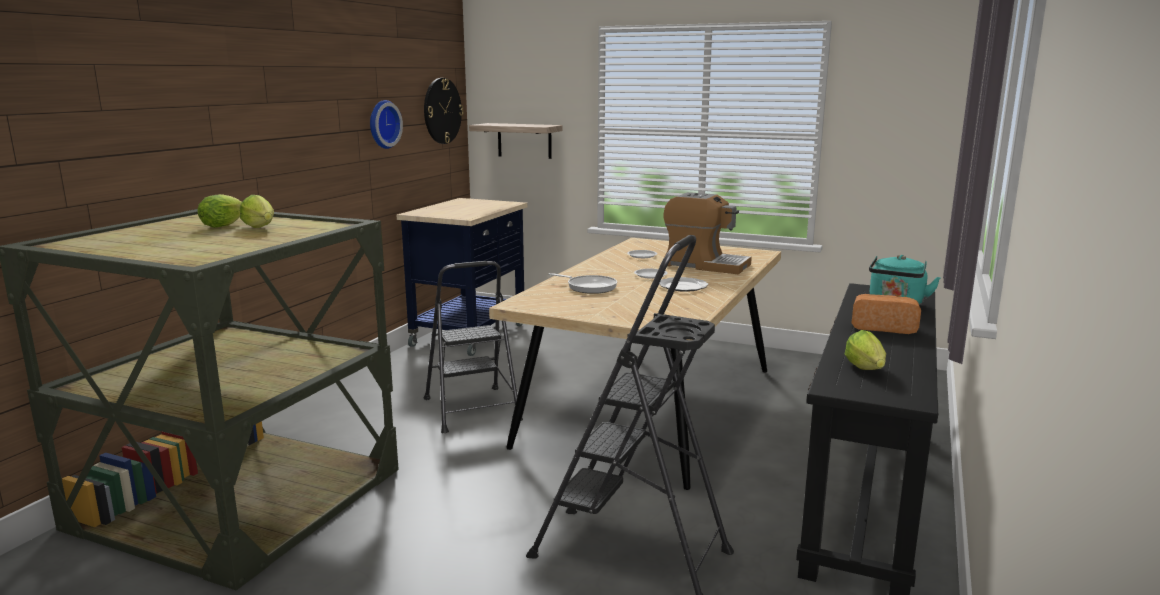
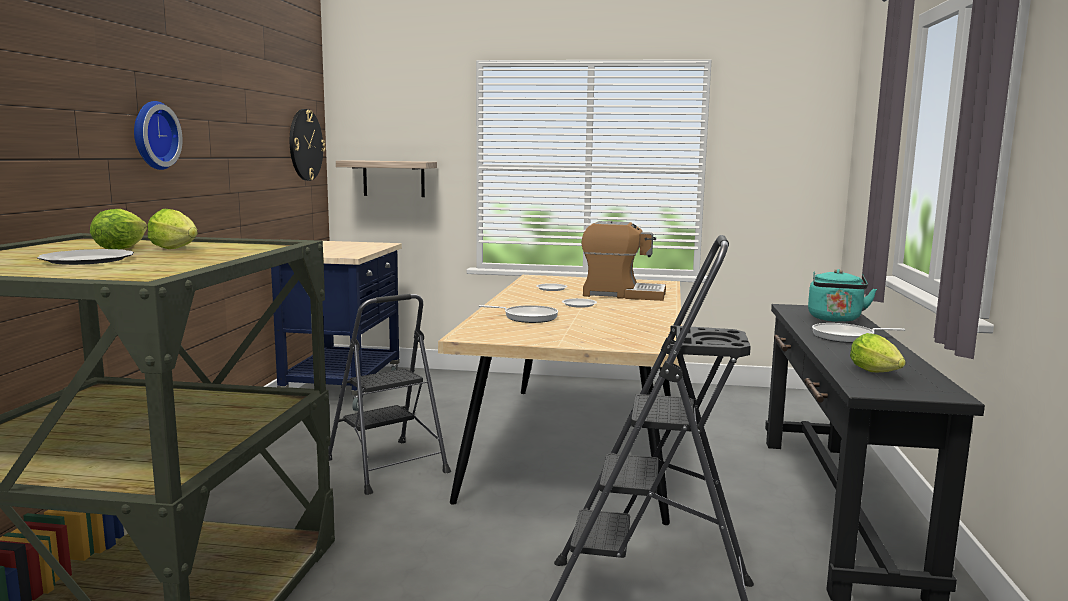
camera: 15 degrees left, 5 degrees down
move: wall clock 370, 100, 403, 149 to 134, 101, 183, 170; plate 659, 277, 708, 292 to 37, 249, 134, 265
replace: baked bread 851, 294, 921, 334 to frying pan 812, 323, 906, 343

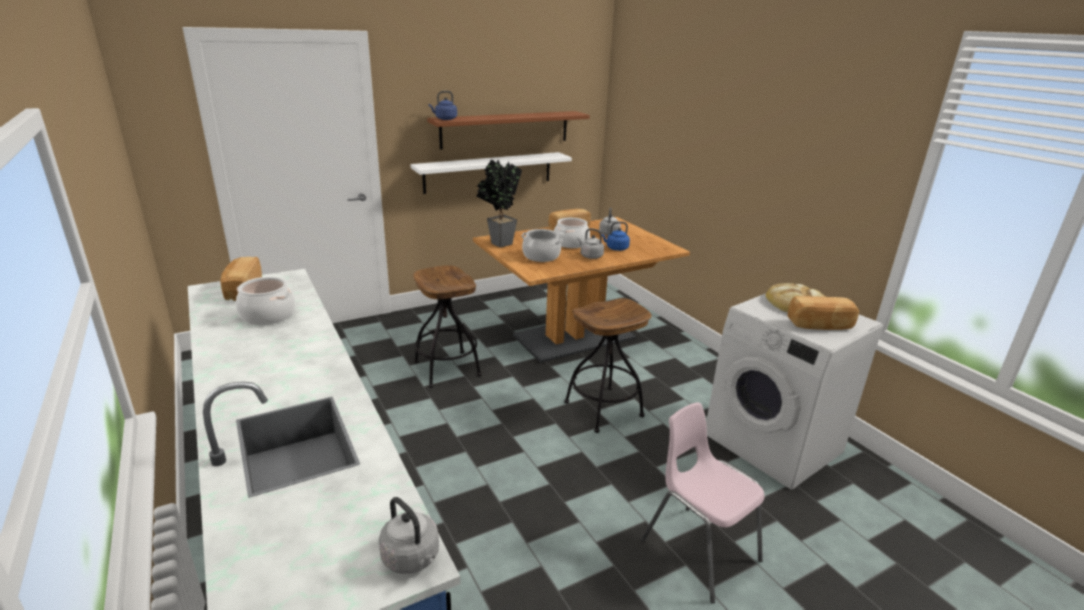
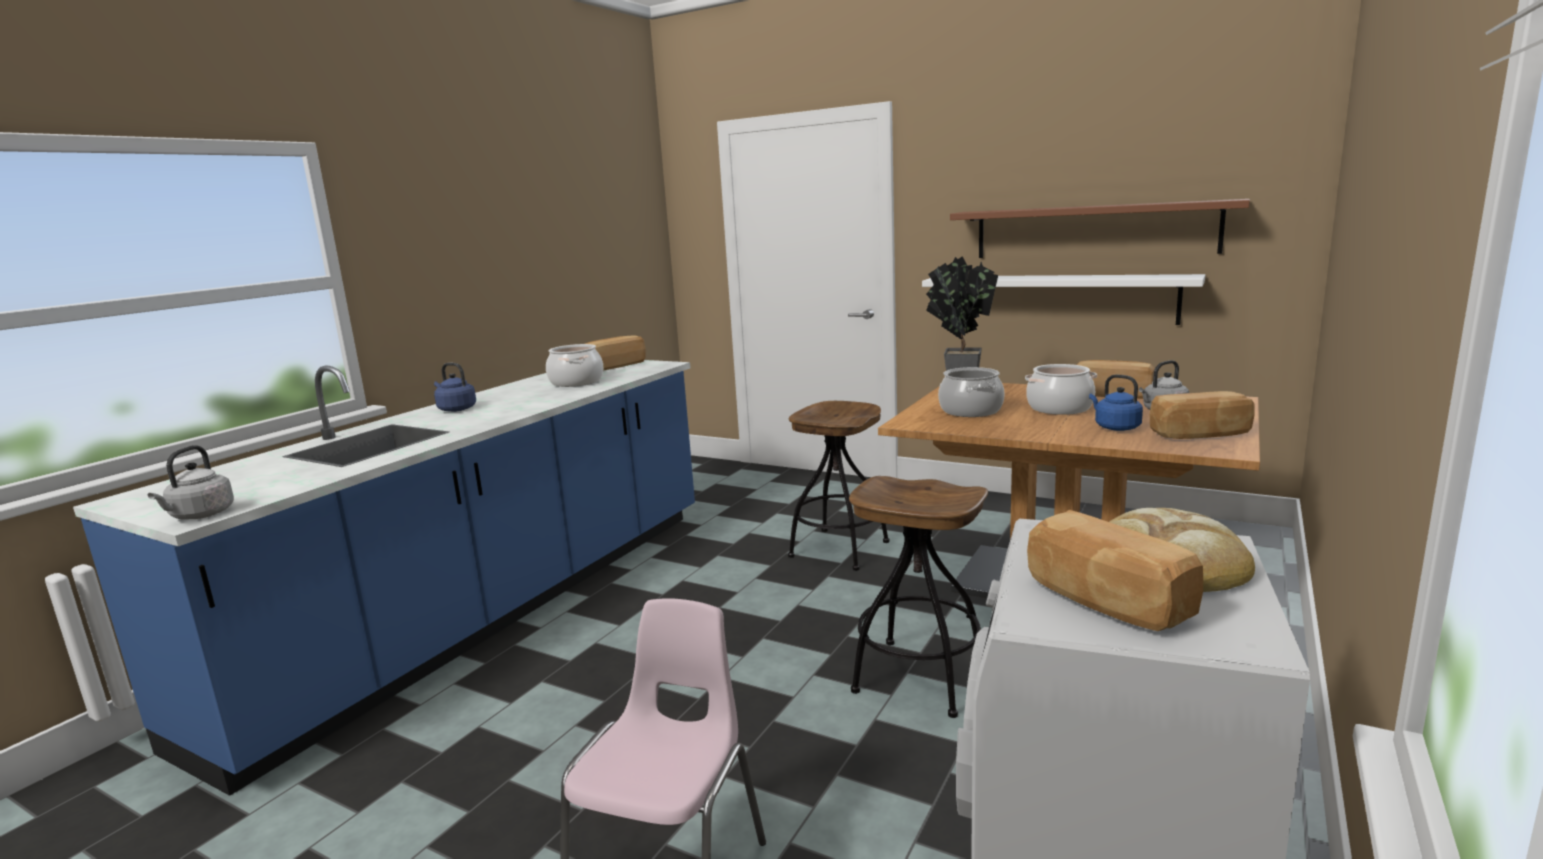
camera: 60 degrees right, 10 degrees down
delete: water kettle/gray 577, 228, 604, 259
insert: baked bread 1150, 391, 1255, 439
move: water kettle/bluish 429, 91, 457, 120 to 434, 363, 476, 412

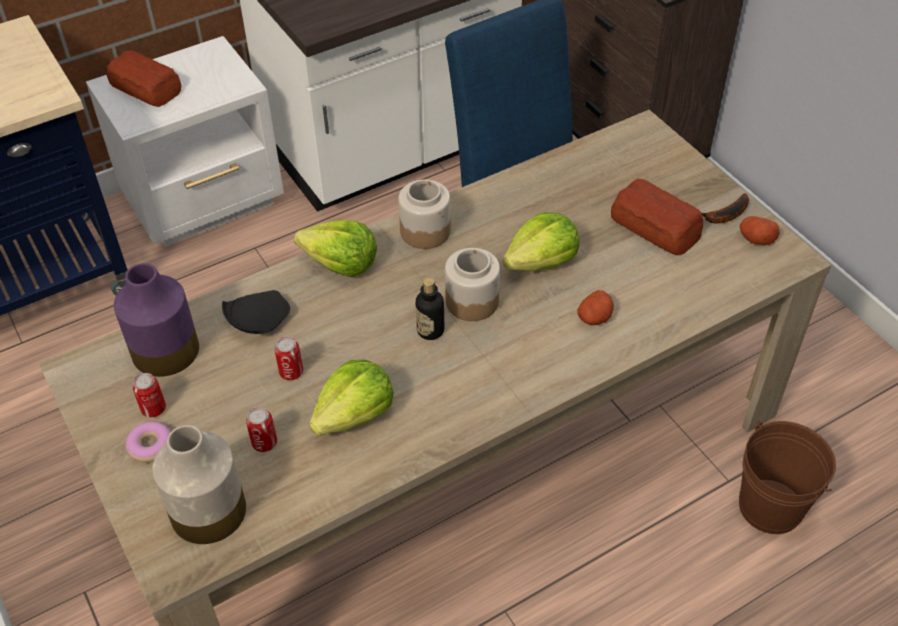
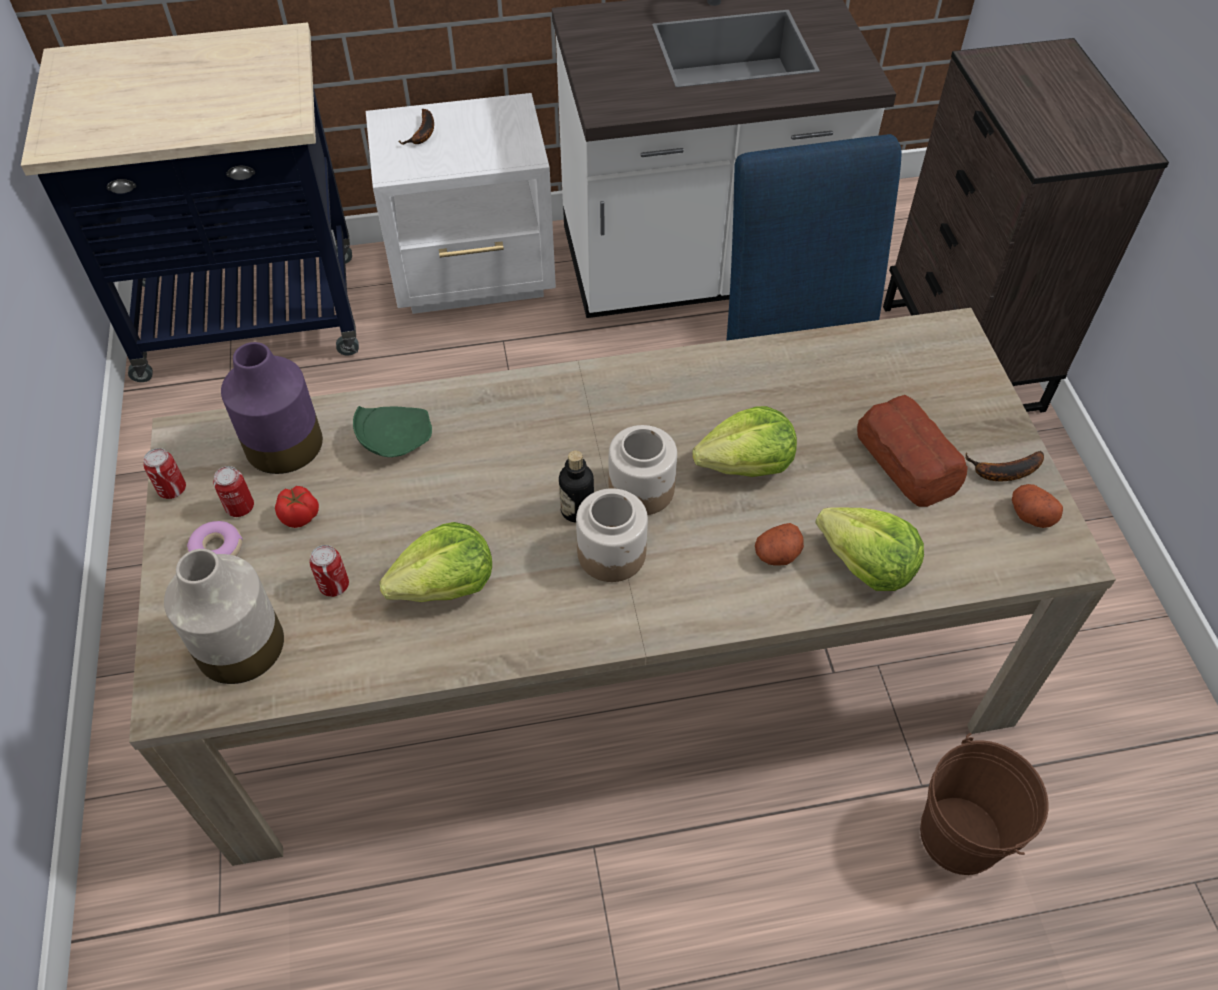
camera: 20 degrees right, 5 degrees up
insert: whole tomato 275, 486, 319, 528
move: storage jar 398, 179, 451, 249 to 576, 488, 648, 582; head of lettuce 294, 220, 377, 277 to 815, 507, 924, 591; metal can 275, 336, 303, 380 to 143, 448, 186, 499
replace: baked bread 106, 50, 182, 107 to whole banana 398, 109, 434, 145
recolor: plate/black 222, 290, 290, 334 to plate/greenish 353, 406, 432, 457

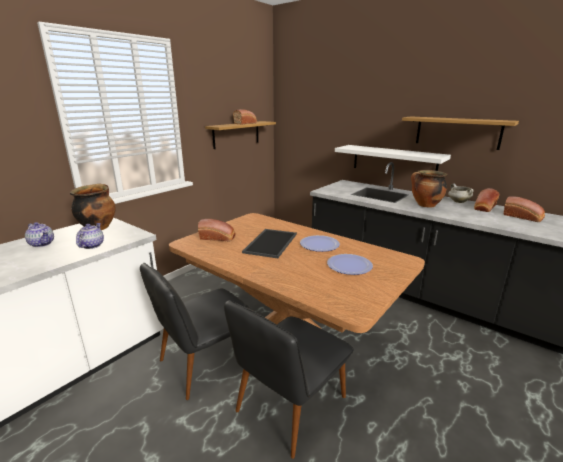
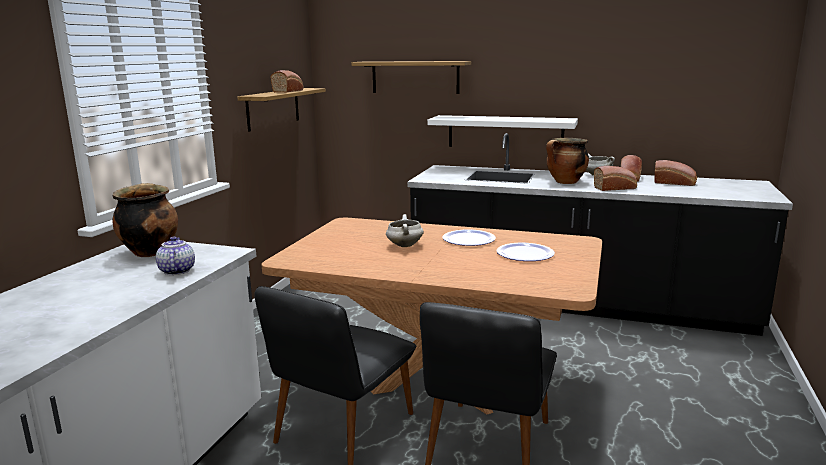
camera: 20 degrees left, 5 degrees down
delete: tea pot 25, 222, 54, 247
move: wall shelf 402, 116, 519, 150 to 351, 61, 471, 94; baked bread 198, 219, 235, 241 to 594, 166, 637, 191
replace: carrying tray 242, 229, 297, 258 to cooking pot/white 386, 214, 424, 247

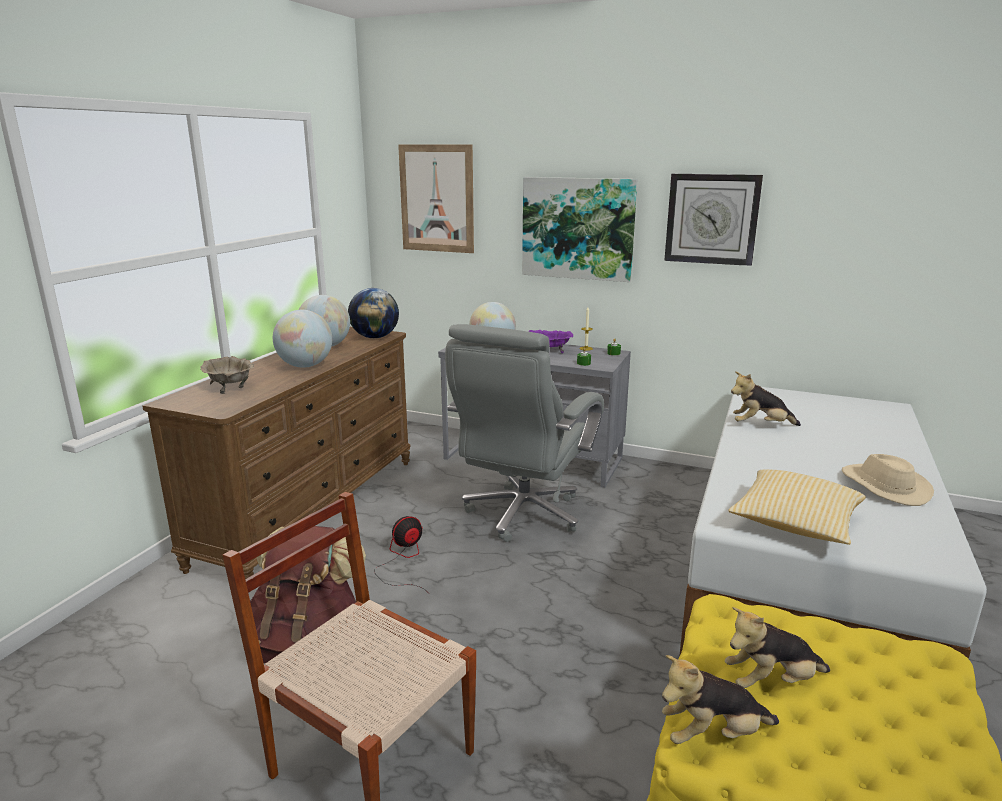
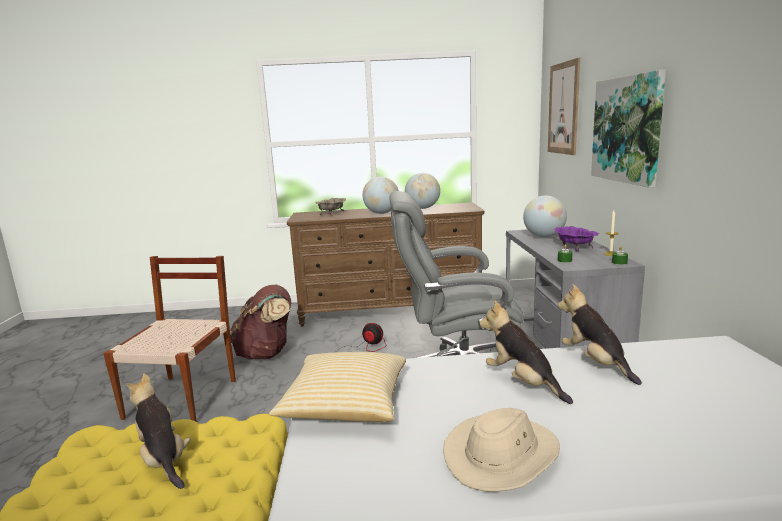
camera: 65 degrees right, 5 degrees down
delete: wall clock 664, 174, 763, 266; desk globe 348, 288, 399, 338
move: cuddly toy 662, 655, 779, 744 to 479, 300, 573, 404

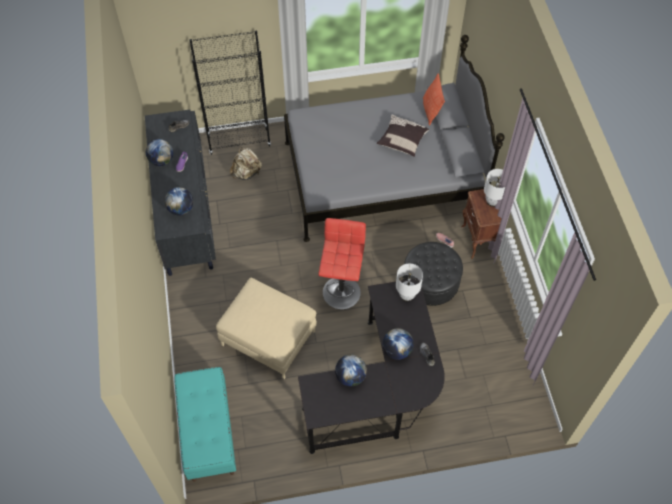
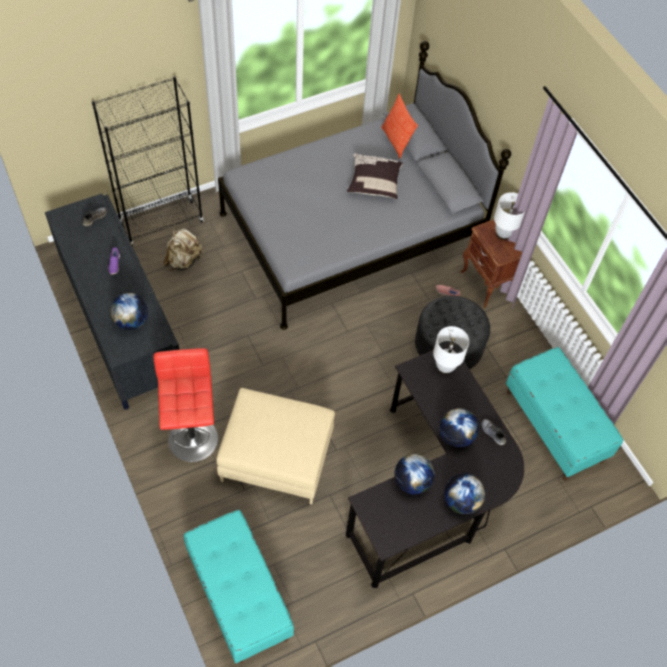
camera: 20 degrees left, 0 degrees up
insert: bench/turquoise 506, 347, 623, 481
move: desk globe 146, 139, 173, 166 to 444, 473, 485, 514; stool/red 318, 218, 366, 309 to 153, 348, 218, 462

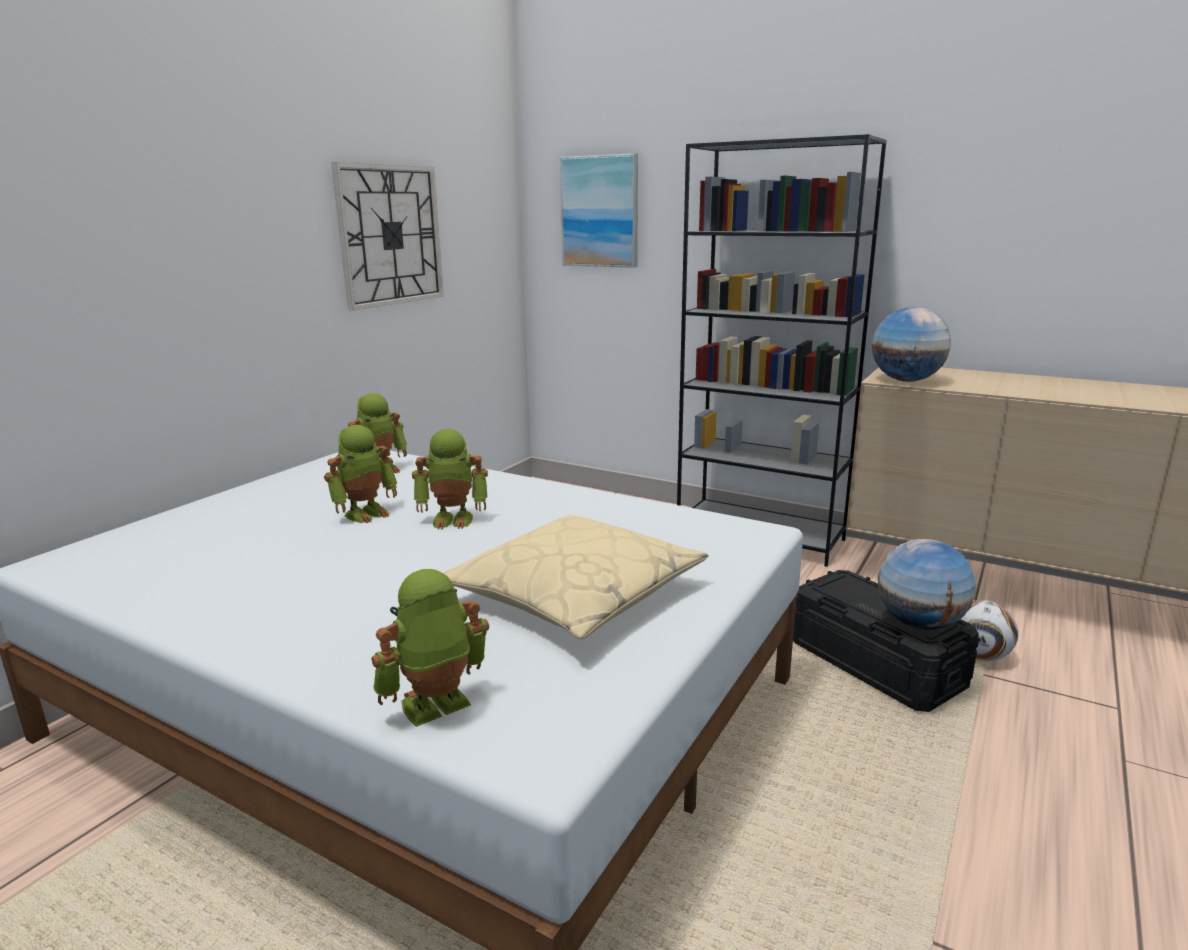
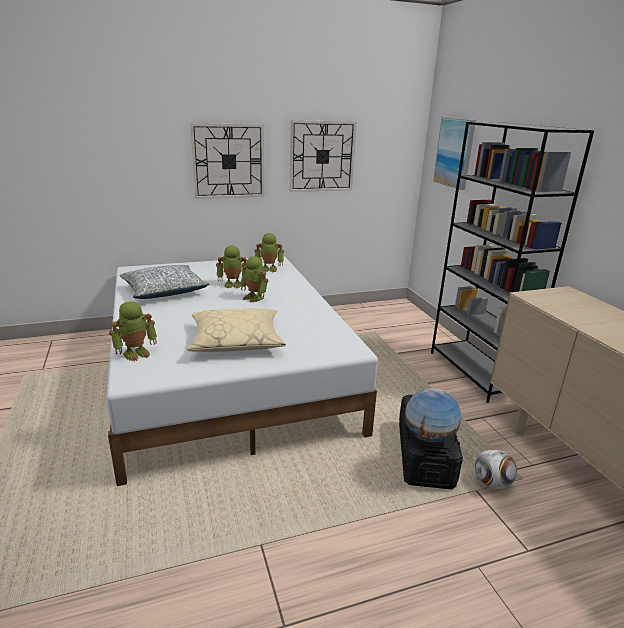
camera: 40 degrees right, 5 degrees up
delete: desk globe 872, 307, 951, 382
insert: wall clock 190, 123, 264, 199; cushion 119, 265, 209, 299
rotate: toy robot 372, 569, 489, 727 = 109, 301, 157, 362 135 degrees clockwise

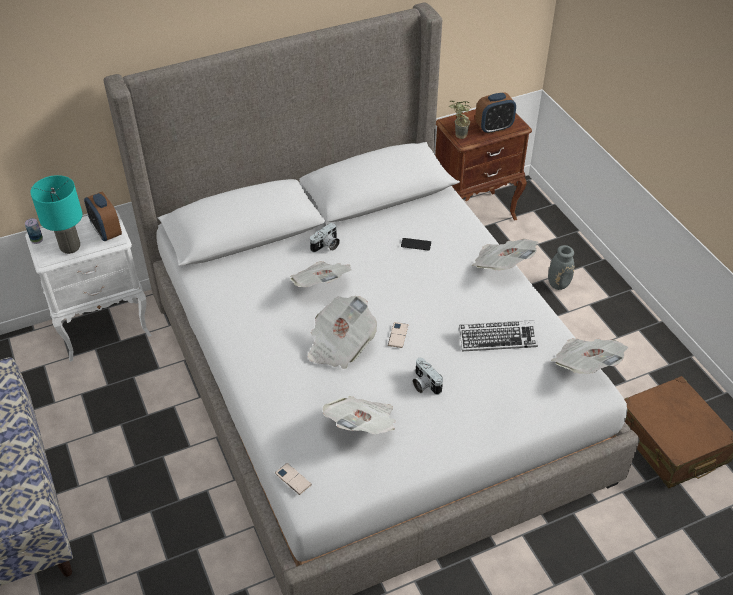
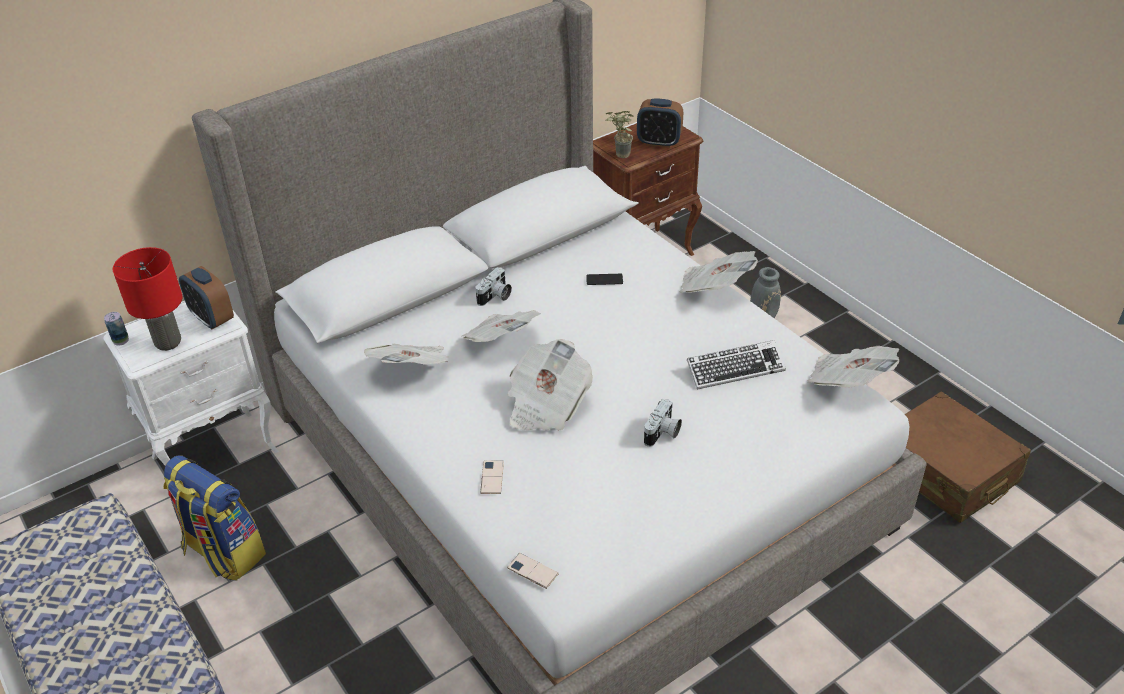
camera: 10 degrees left, 5 degrees down
insert: rucksack 163, 455, 266, 581
move: telephone 388, 322, 408, 348 to 480, 460, 504, 494; newspaper 323, 396, 396, 434 to 364, 344, 448, 365
recolor: lamp for a table/turquoise 30, 175, 83, 254 to lamp for a table/red 113, 247, 182, 351
rotate: table clock 475, 92, 516, 134 = 637, 99, 683, 148 45 degrees clockwise; photo camera 413, 358, 443, 395 = 644, 399, 682, 447 105 degrees counterclockwise

